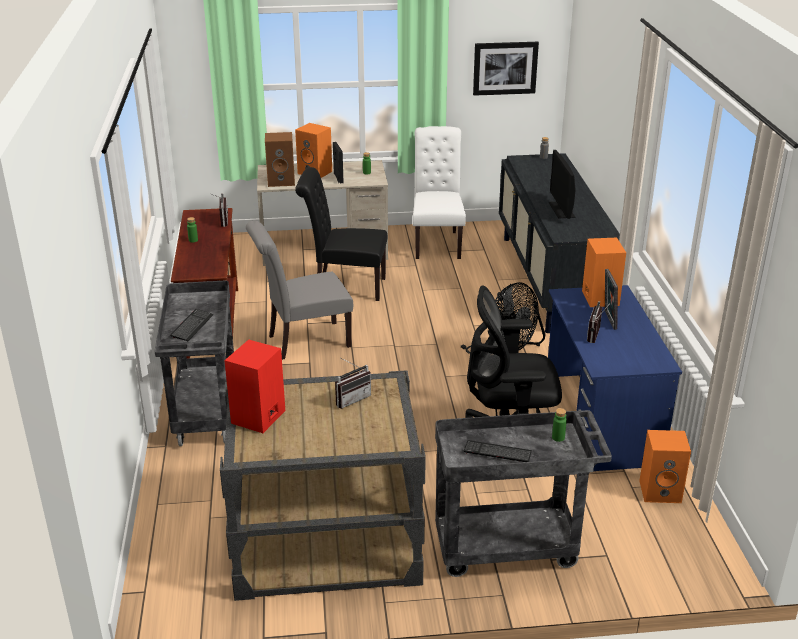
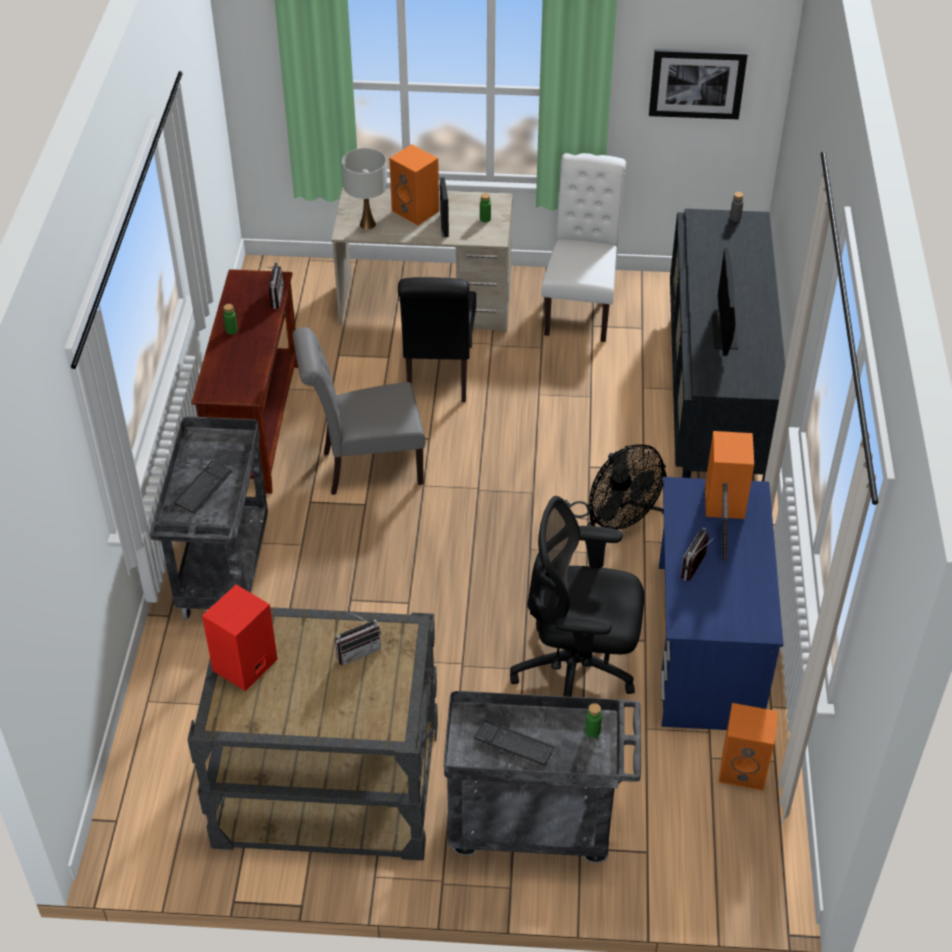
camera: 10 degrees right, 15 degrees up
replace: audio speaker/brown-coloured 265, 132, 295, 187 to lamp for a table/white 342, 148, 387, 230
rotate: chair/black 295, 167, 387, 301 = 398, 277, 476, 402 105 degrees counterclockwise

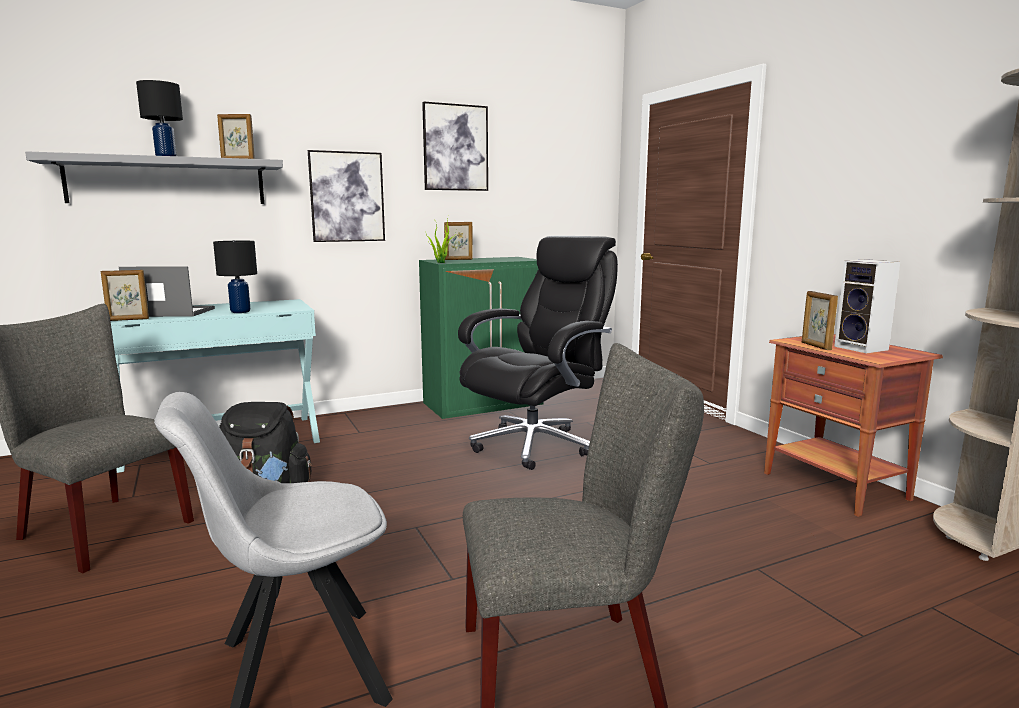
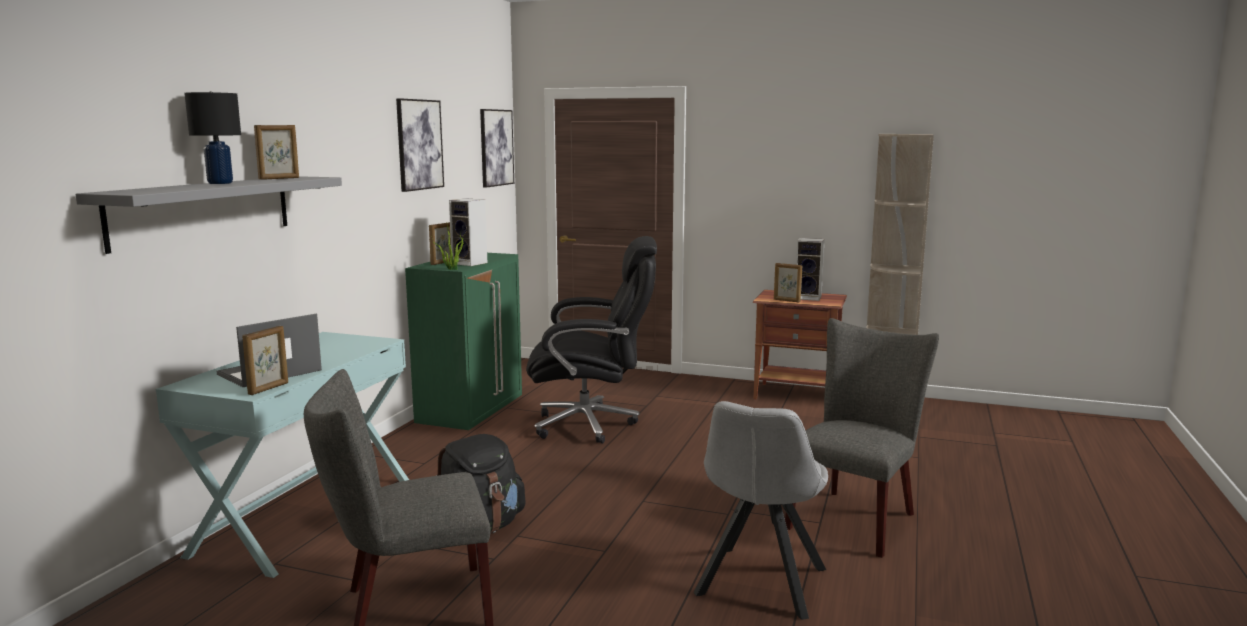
camera: 45 degrees left, 0 degrees up
delete: lamp for a table/black 213, 240, 257, 313
insert: audio speaker 449, 198, 487, 266
move: wall art 308, 150, 385, 242 to 480, 109, 514, 188
rotate: desk chair/black 458, 236, 618, 470 = 526, 236, 657, 444 90 degrees clockwise

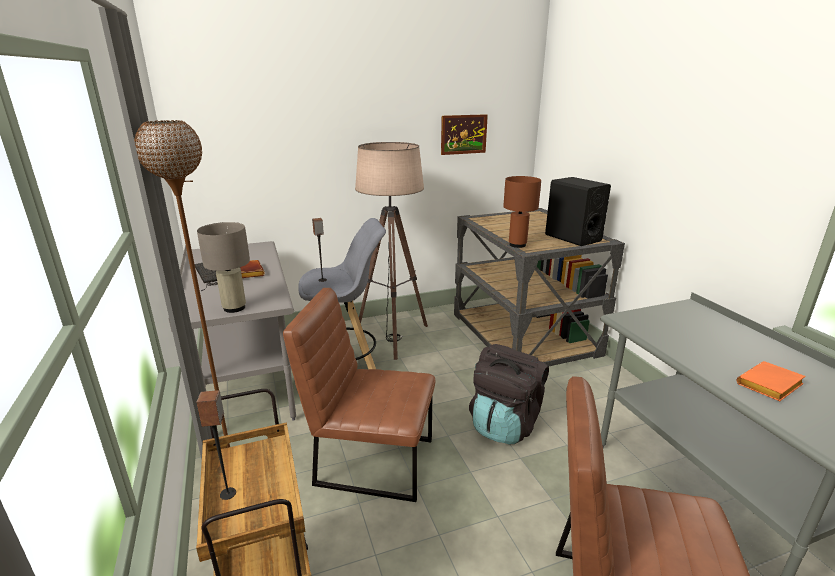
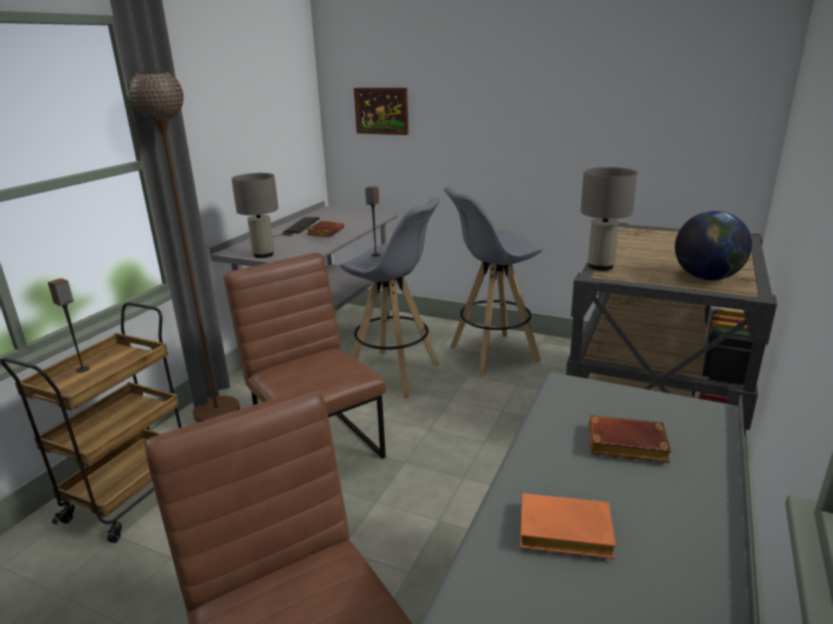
camera: 45 degrees right, 0 degrees up
delete: rucksack/black 469, 344, 549, 444
insert: book/brown-coloured 589, 415, 671, 463
move: wall art 441, 114, 488, 155 to 354, 88, 409, 135
replace: standard lamp 355, 142, 428, 360 to stool/gray 444, 187, 543, 376; audio speaker/black 545, 177, 611, 246 to desk globe 675, 211, 752, 280
recolor: lamp for a table/brown-coloured 504, 176, 541, 248 to lamp for a table/gray 581, 167, 637, 271

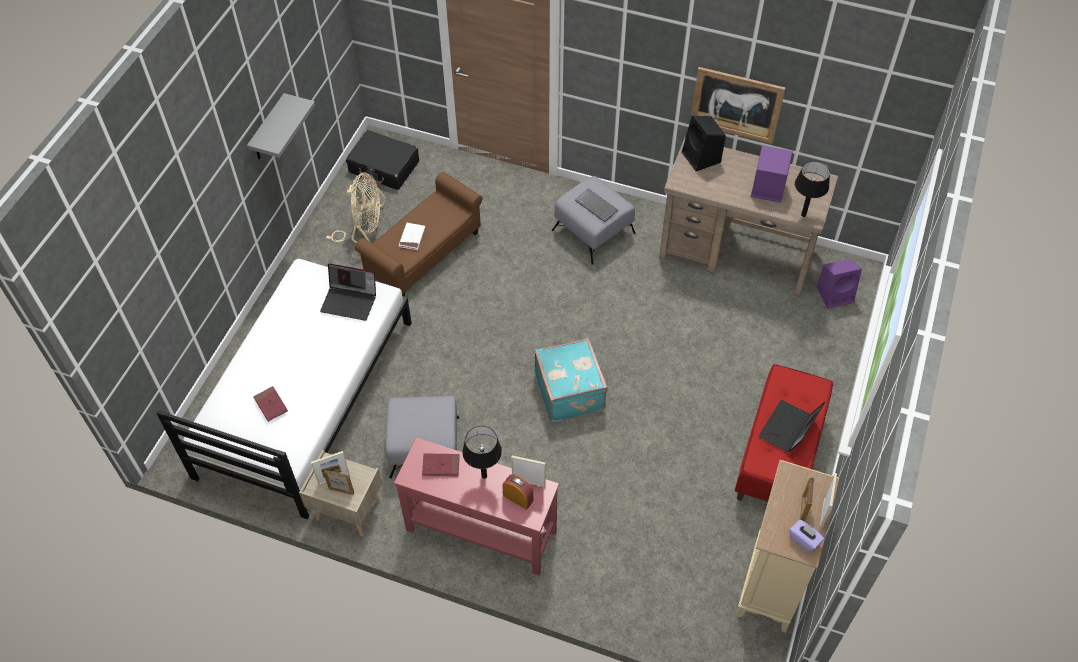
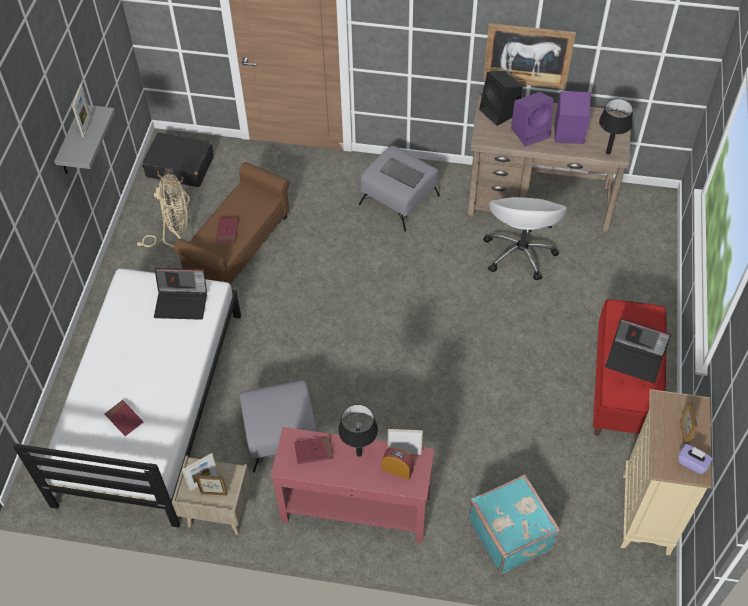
camera: 10 degrees left, 0 degrees up
insert: desk chair/white 483, 197, 567, 280
move: audio speaker/purple 817, 259, 862, 309 to 511, 92, 553, 147; travel case/turquoise 535, 338, 608, 422 to 468, 474, 561, 574; standing frame 819, 473, 837, 529 to 72, 85, 91, 137
recolor: book/white 399, 223, 425, 250 to book/red 216, 217, 238, 243
rotate: laptop 758, 400, 825, 452 = 605, 318, 671, 383 90 degrees counterclockwise

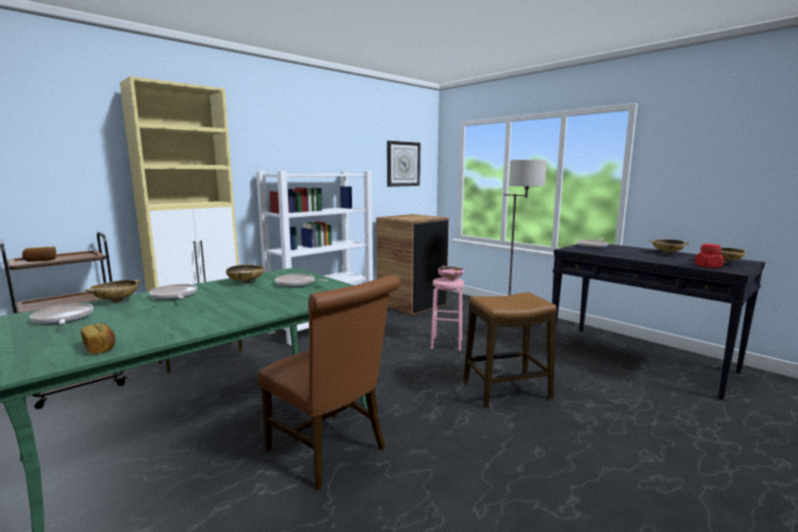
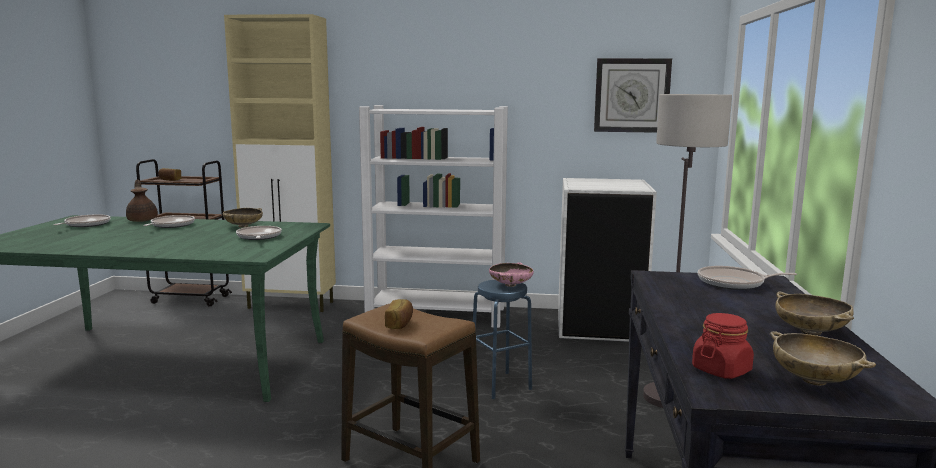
camera: 50 degrees right, 0 degrees up
delete: chair/brown-coloured 258, 275, 401, 490
move: baked bread 81, 324, 115, 354 to 385, 299, 413, 329
replace: serving bowl/beige-coloured 85, 279, 141, 302 to tea pot/brown-coloured 126, 179, 158, 222
recolor: cabinet/brown-coloured 376, 214, 449, 315 to cabinet/white 558, 178, 657, 342; stool/pink 431, 278, 464, 351 to stool/bluish 473, 280, 532, 399

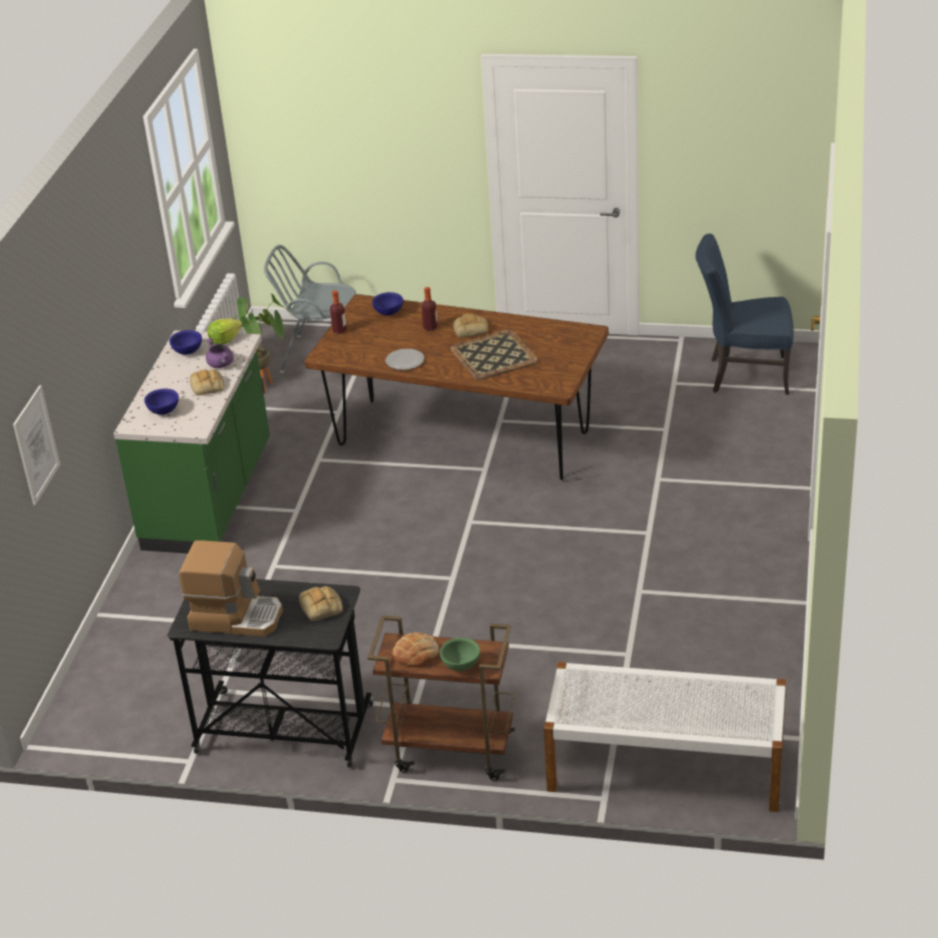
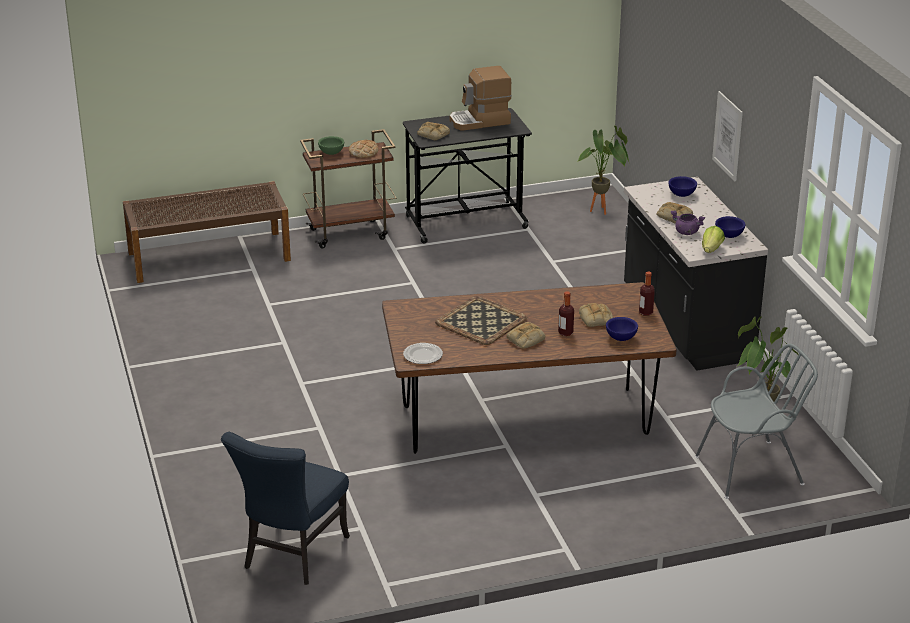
camera: 150 degrees right, 5 degrees down
insert: houseplant 577, 126, 629, 215; baked bread 579, 303, 613, 327
move: plate 386, 349, 424, 370 to 403, 343, 443, 364; wall art 13, 385, 60, 505 to 712, 91, 743, 181
recolor: kitchen counter/greenish 114, 330, 270, 554 to kitchen counter/black 624, 177, 768, 371; bench/white 544, 662, 786, 812 to bench/brown-coloured 123, 181, 291, 283
rotate: chair/bluish 695, 233, 794, 395 = 221, 432, 350, 585 135 degrees clockwise

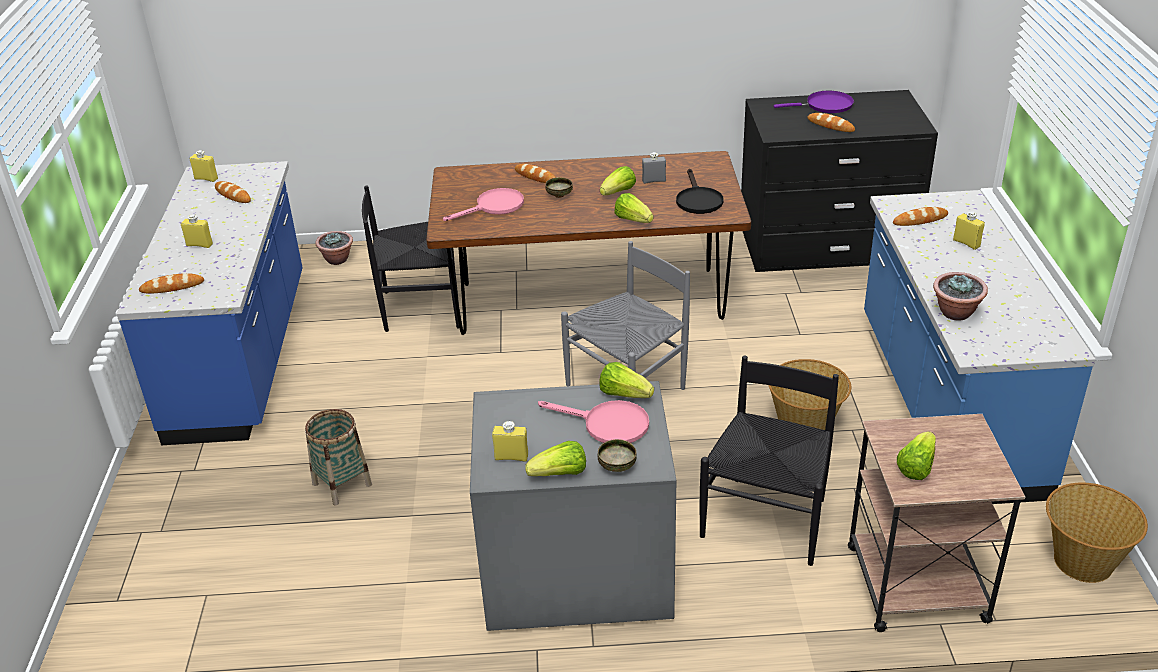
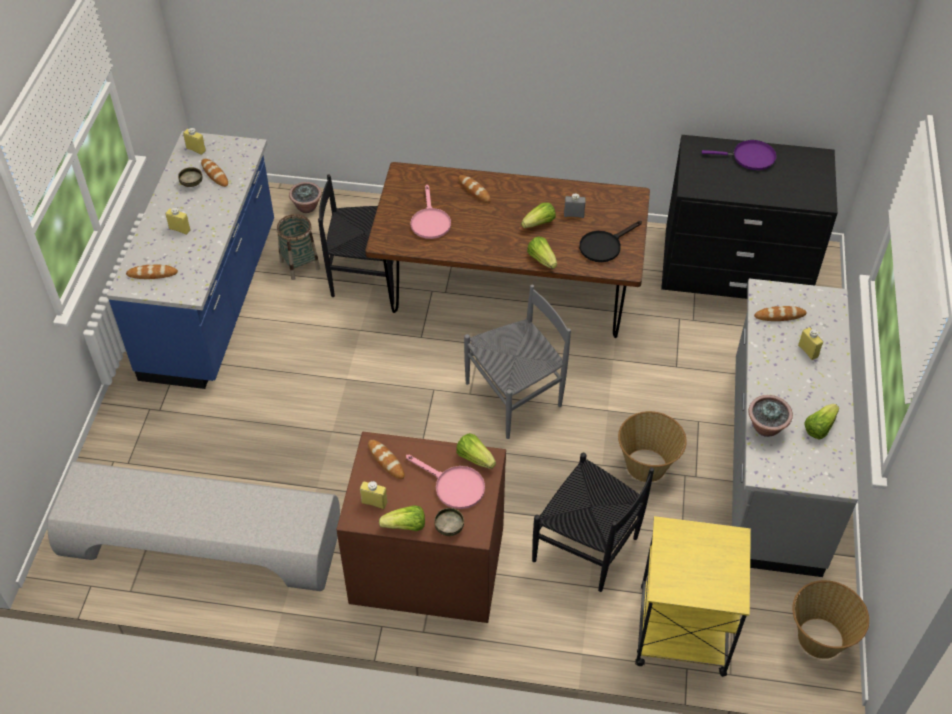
camera: 10 degrees right, 15 degrees up
insert: bench/gray 47, 461, 340, 591
move: baked bread 808, 113, 855, 132 to 368, 440, 405, 479; serving bowl 545, 177, 573, 198 to 178, 167, 203, 187; basket 305, 409, 372, 505 to 277, 214, 320, 280; head of lettuce 897, 432, 936, 480 to 804, 404, 839, 439
recolor: kitchen counter/bluish 864, 190, 1096, 504 to kitchen counter/gray 732, 278, 859, 577; laundry machine/gray 470, 381, 676, 631 to laundry machine/brown-coloured 336, 432, 506, 623; cart/brown-coloured 848, 414, 1025, 632 to cart/yellow-coloured 635, 516, 751, 677
rotate: frying pan/black 676, 169, 723, 214 = 579, 221, 642, 262 45 degrees clockwise; frying pan/pink 443, 188, 524, 221 = 410, 185, 451, 239 105 degrees clockwise; chair/black 700, 356, 839, 566 = 532, 453, 654, 592 90 degrees clockwise

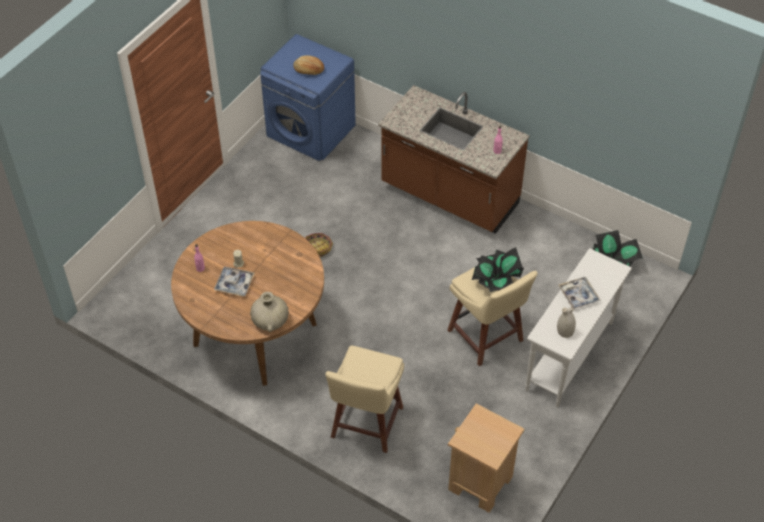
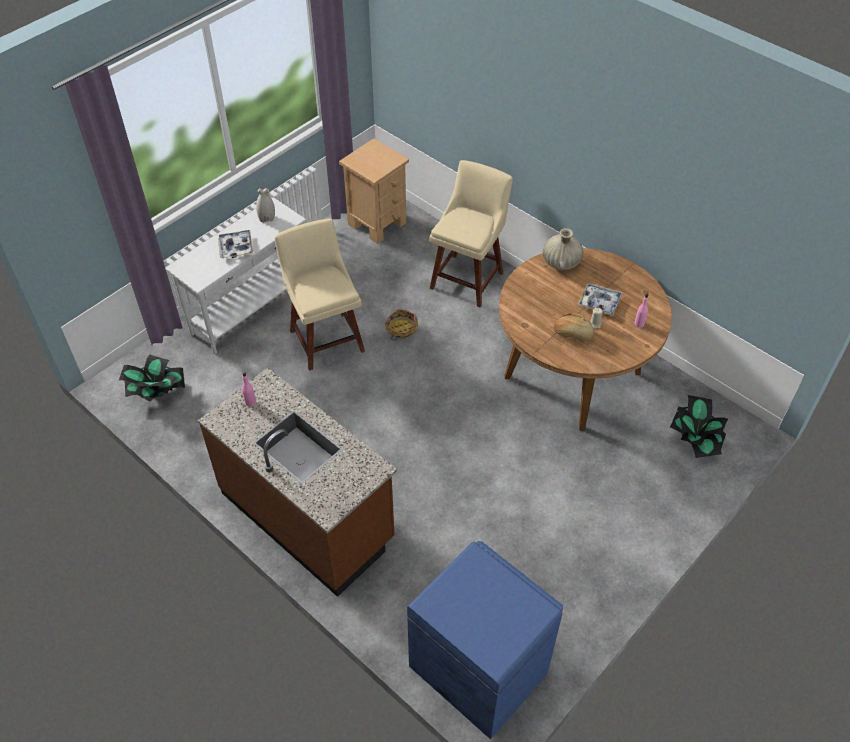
camera: 170 degrees left, 0 degrees up
move: baked bread 293, 55, 324, 75 to 553, 313, 594, 341; basket 305, 233, 333, 257 to 385, 309, 418, 341; houseplant 472, 247, 524, 292 to 670, 395, 728, 458

